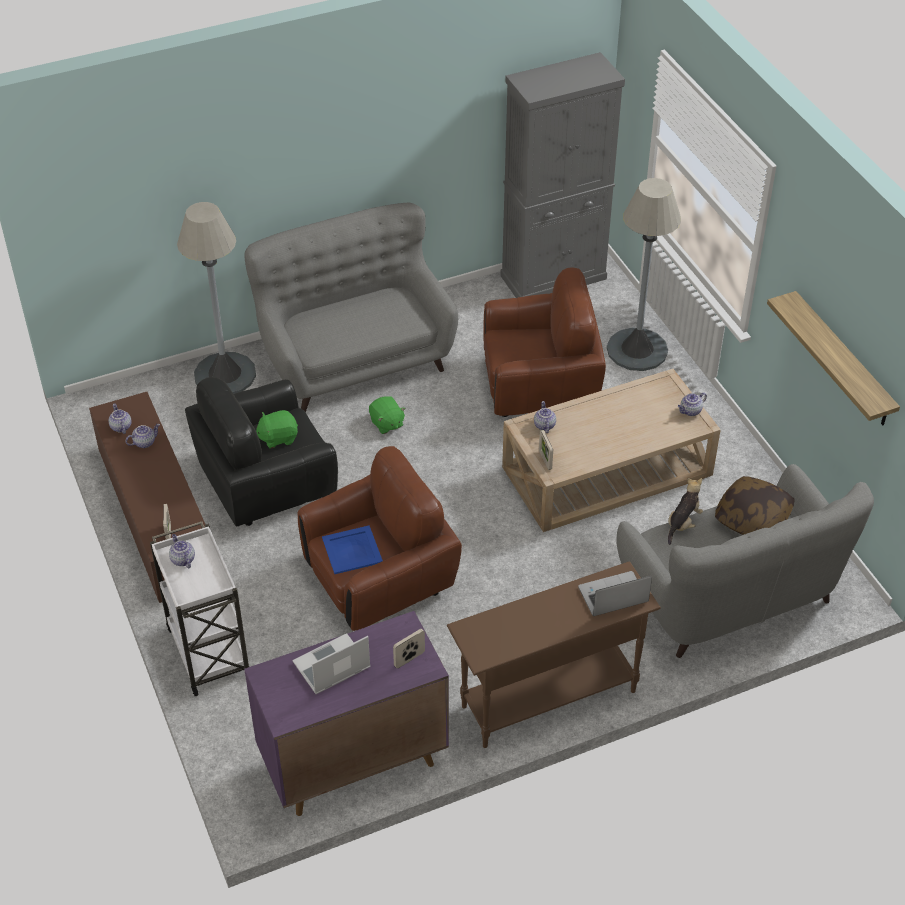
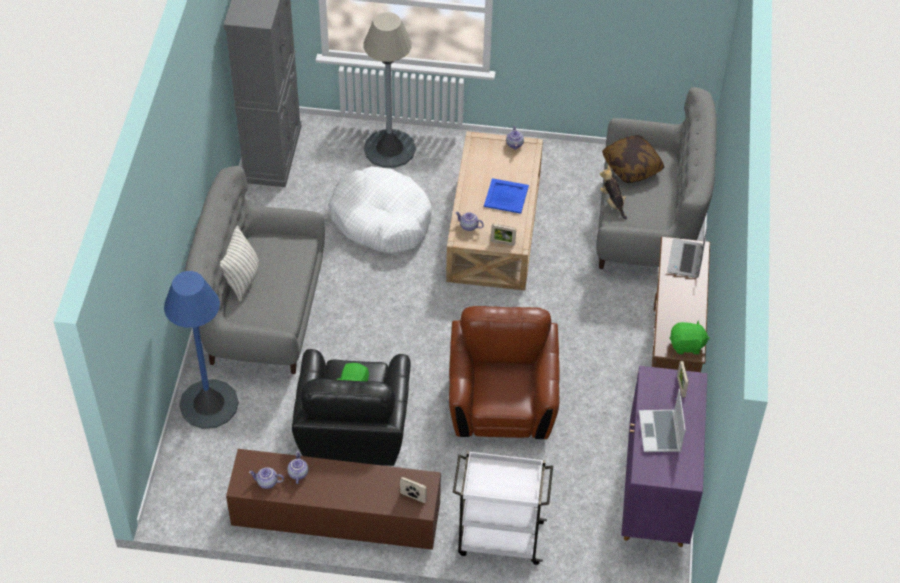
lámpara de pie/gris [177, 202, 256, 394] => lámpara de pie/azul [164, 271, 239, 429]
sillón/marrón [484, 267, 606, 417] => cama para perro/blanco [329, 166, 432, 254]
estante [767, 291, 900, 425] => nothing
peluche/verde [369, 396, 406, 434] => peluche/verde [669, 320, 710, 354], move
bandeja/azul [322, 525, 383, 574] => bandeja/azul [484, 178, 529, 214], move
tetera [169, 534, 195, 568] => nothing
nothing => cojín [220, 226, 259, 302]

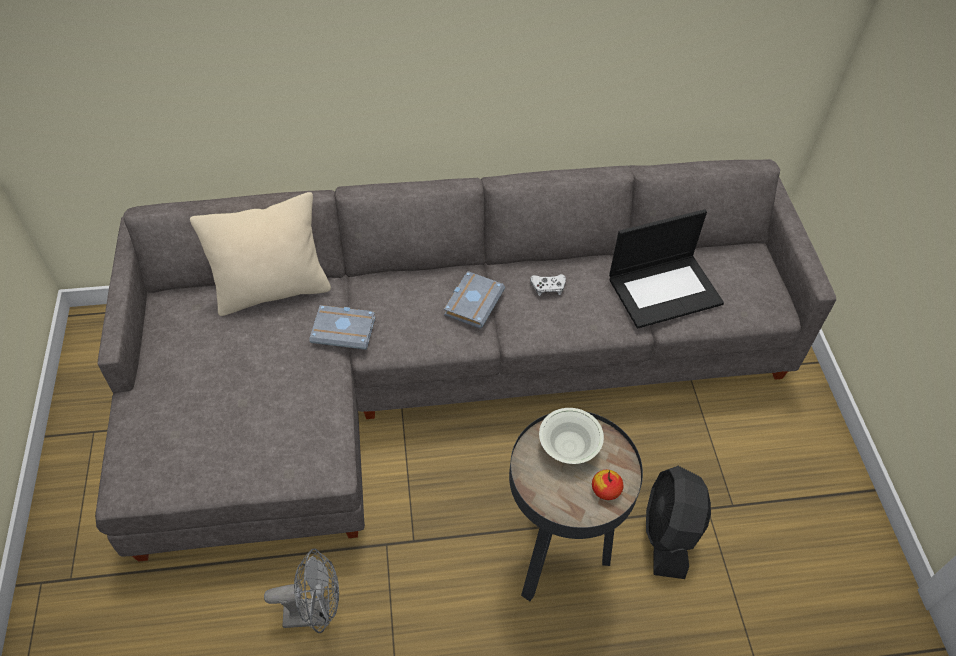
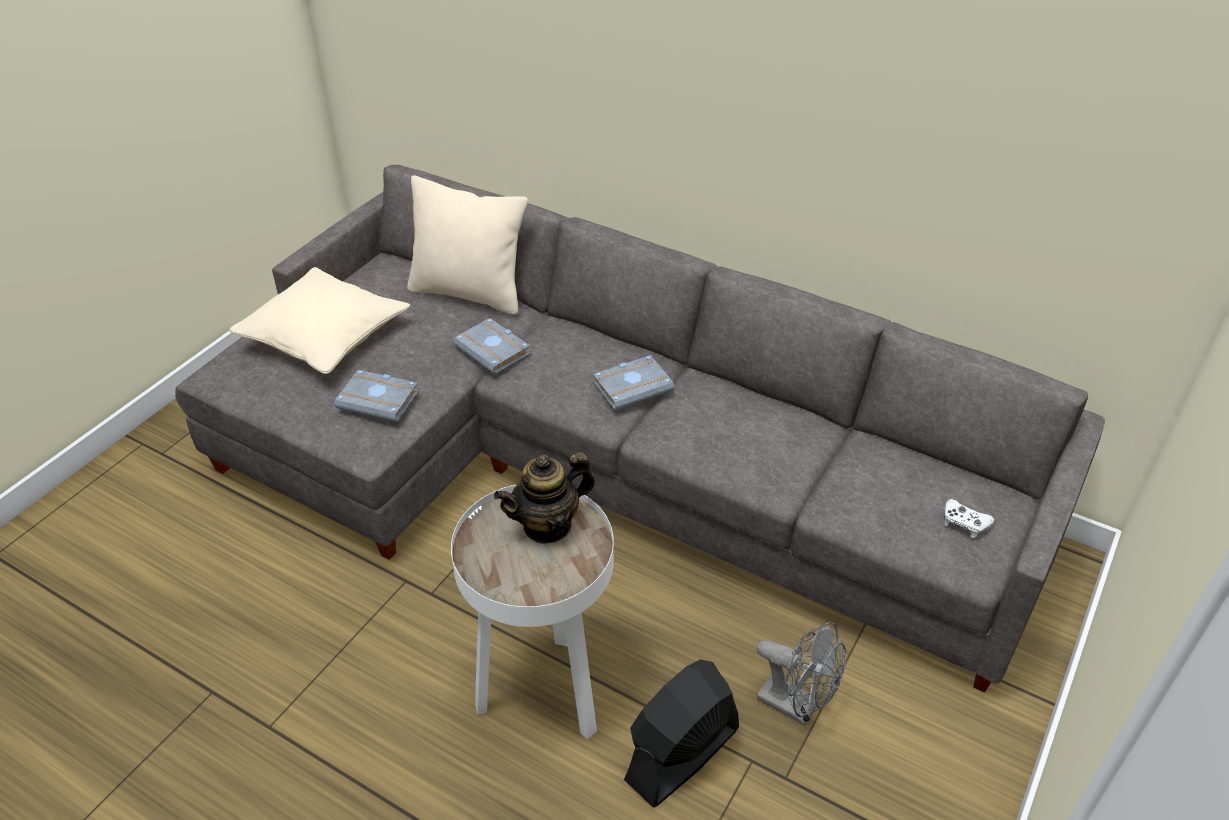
portátil [609, 209, 724, 329] => nothing
mando de consola/blanco [530, 274, 566, 296] => mando de consola/blanco [944, 499, 995, 538], move
cuenco/blanco [539, 408, 604, 464] => tetera [494, 452, 595, 544]
mesa auxiliar/negro [509, 412, 643, 601] => mesa auxiliar/blanco [451, 484, 614, 739]
manzana [592, 470, 623, 500] => nothing
ventilador/gris [264, 548, 339, 633] => ventilador/gris [757, 622, 846, 726], move
nothing => cojín/beis [230, 267, 410, 374]
nothing => libro/gris [334, 370, 419, 422]

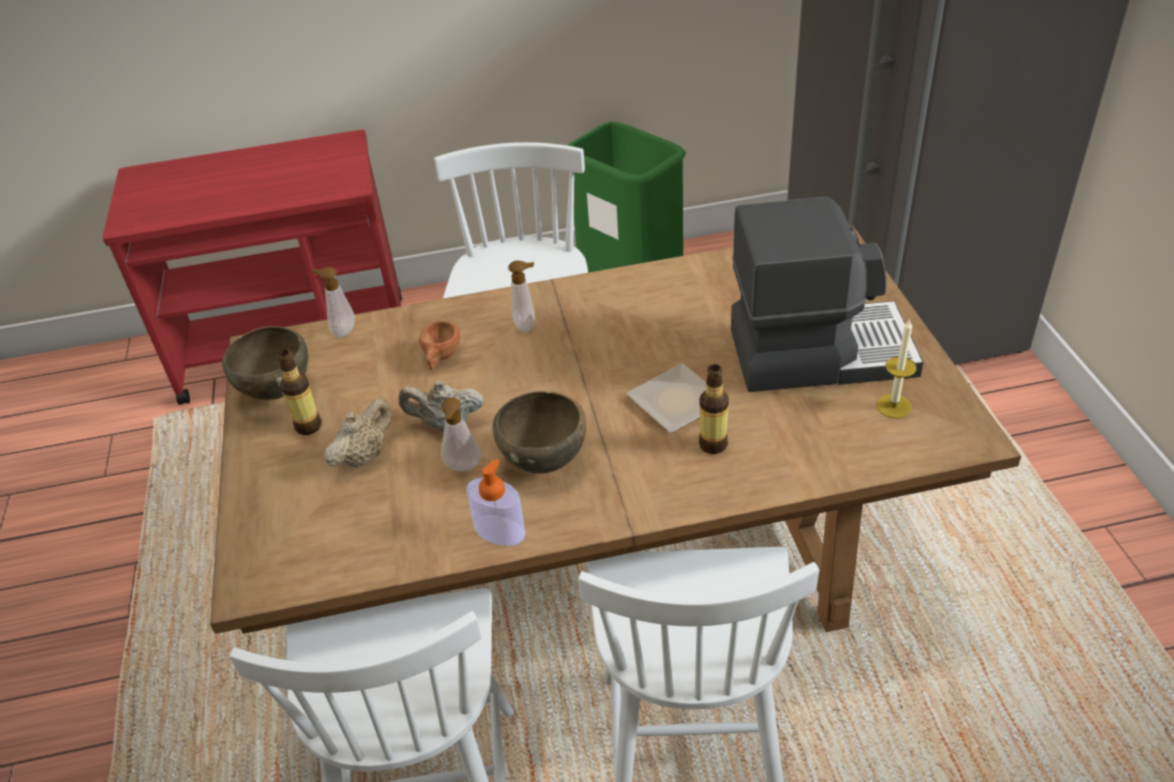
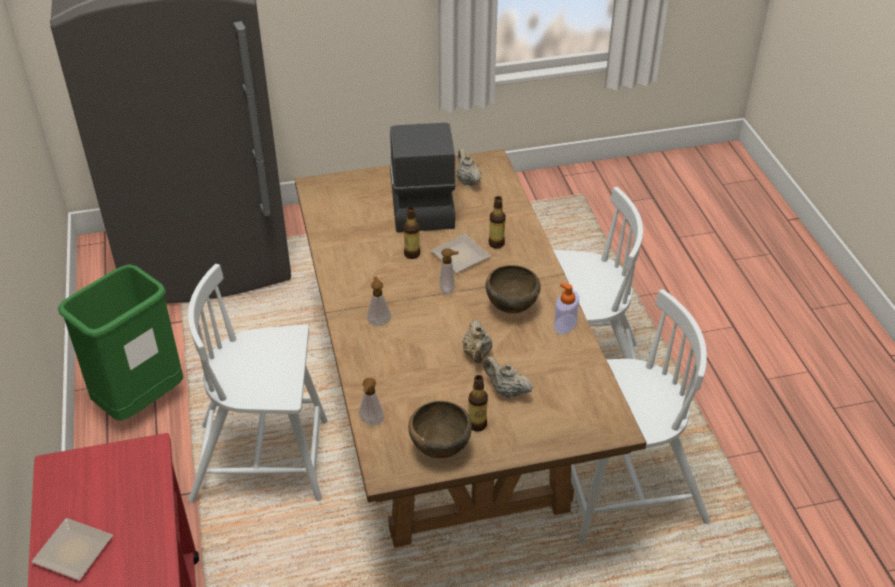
vela [876, 318, 917, 418] => tetera/beis [456, 148, 481, 186]
taza/marrón [419, 321, 460, 370] => nothing
dispensador de jabón [441, 397, 482, 471] => dispensador de jabón [439, 248, 459, 295], move
nothing => botella [403, 206, 420, 259]
nothing => plato [31, 518, 113, 580]

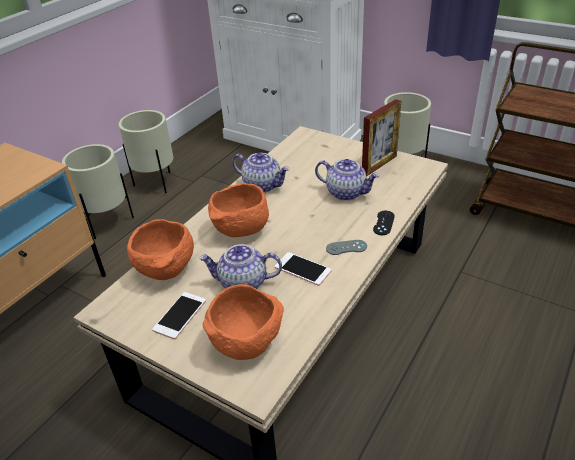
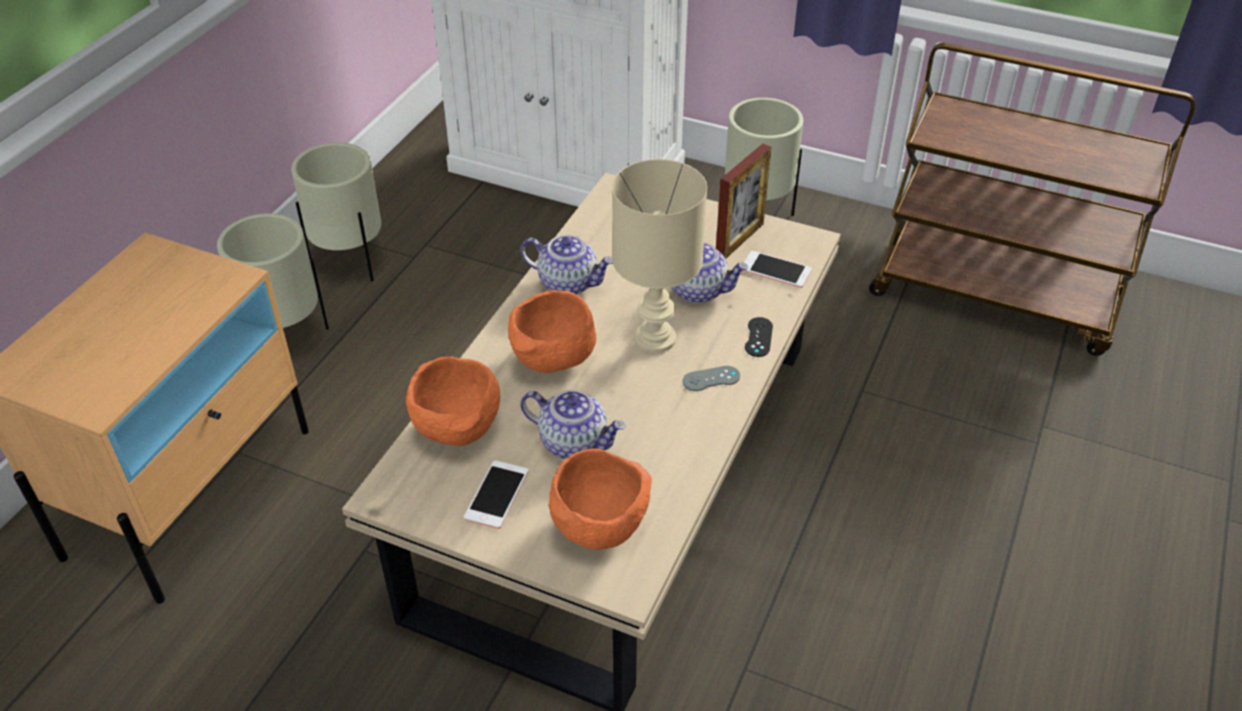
tetera [199, 244, 282, 289] => tetera [520, 390, 626, 459], 150 degrees counterclockwise
móvil [275, 252, 331, 286] => móvil [742, 251, 812, 288], move
nothing => lámpara de mesa/beis [612, 159, 707, 353]

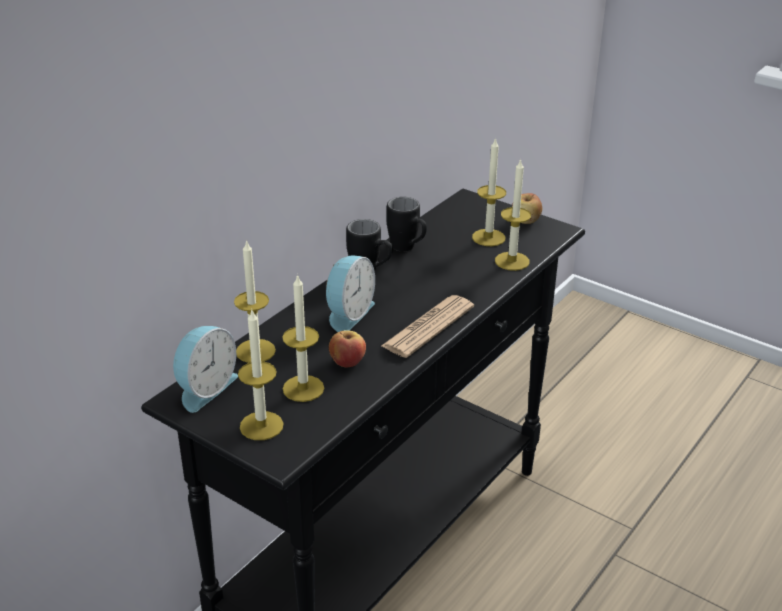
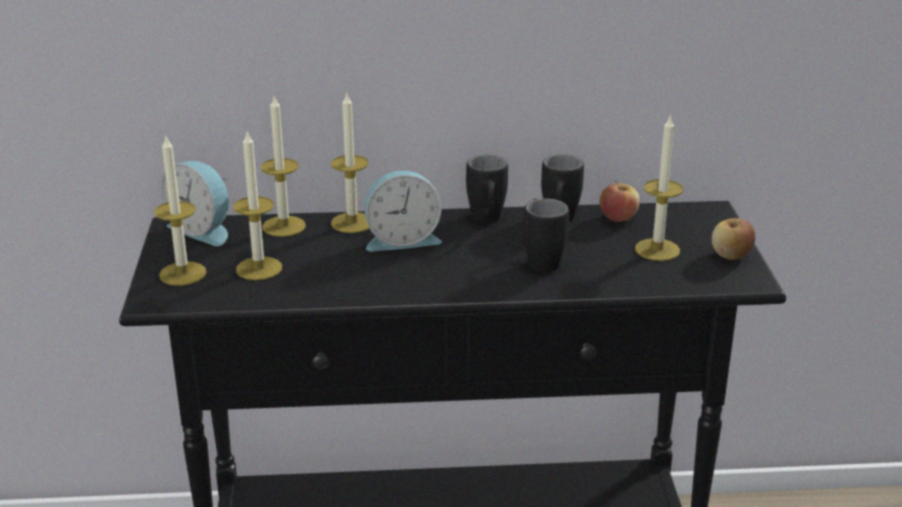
vela [495, 158, 531, 271] => vela [331, 91, 369, 233], move
periódico [381, 295, 474, 358] => nothing
despertador [173, 326, 238, 413] => despertador [162, 161, 229, 246], 45 degrees clockwise
manzana [329, 330, 366, 367] => manzana [599, 181, 640, 222], move
nothing => taza grande/negro [523, 198, 569, 272]

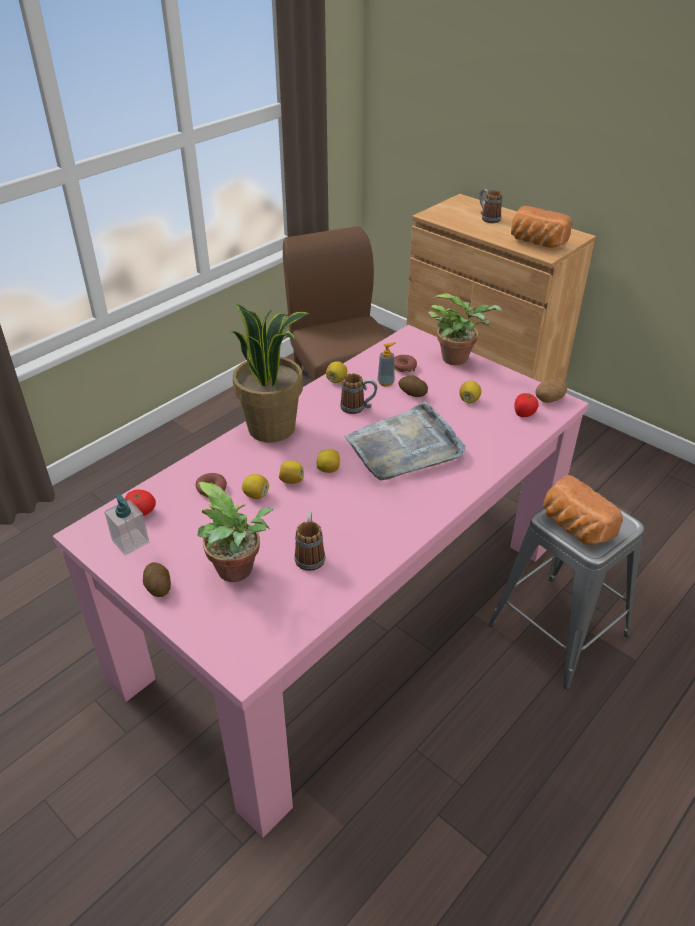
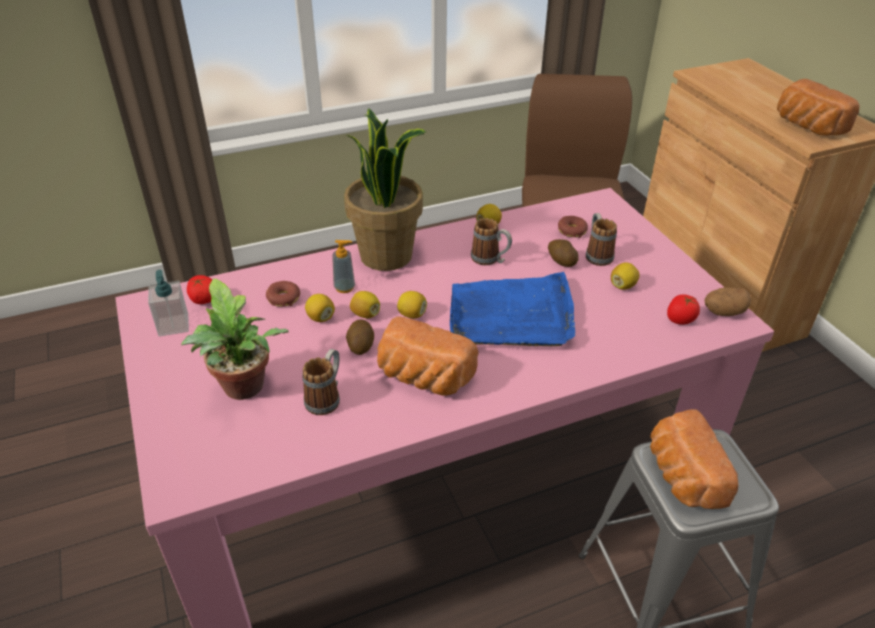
taza grande [479, 189, 502, 223] => taza grande [586, 213, 617, 266], move
planta en maceta [428, 293, 502, 365] => nothing
dispensador de jabón [378, 342, 396, 387] => dispensador de jabón [332, 240, 355, 293], move
bandeja/gris [344, 401, 466, 481] => bandeja/azul [450, 272, 575, 346]
patata [143, 562, 171, 597] => patata [346, 319, 374, 355], move
nothing => pan [377, 317, 479, 396]

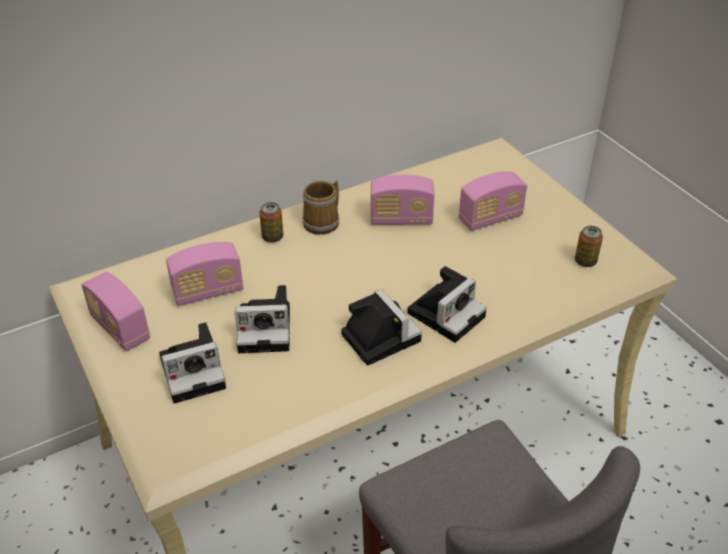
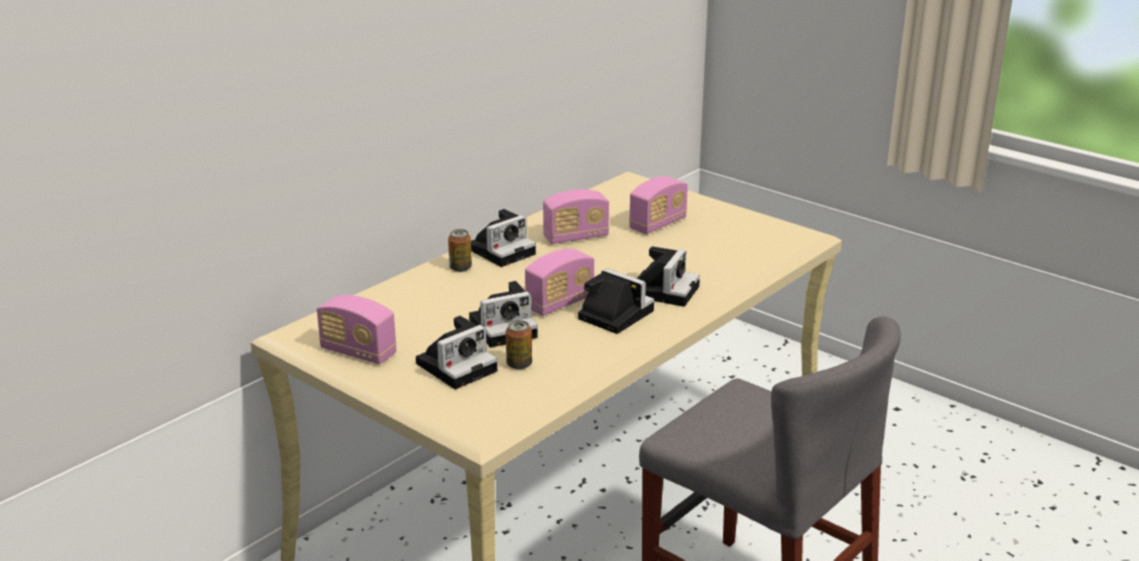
taza grande [302, 178, 339, 235] => cámara [471, 209, 536, 267]
lata [575, 226, 603, 267] => lata [506, 320, 532, 370], move
radio [166, 242, 243, 306] => radio [525, 249, 594, 316], move

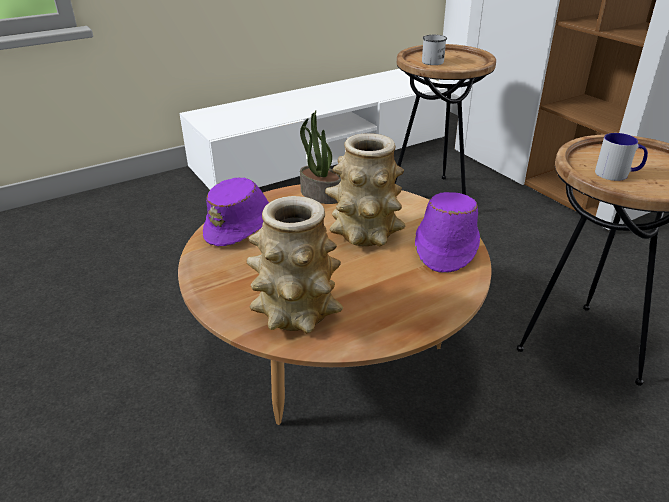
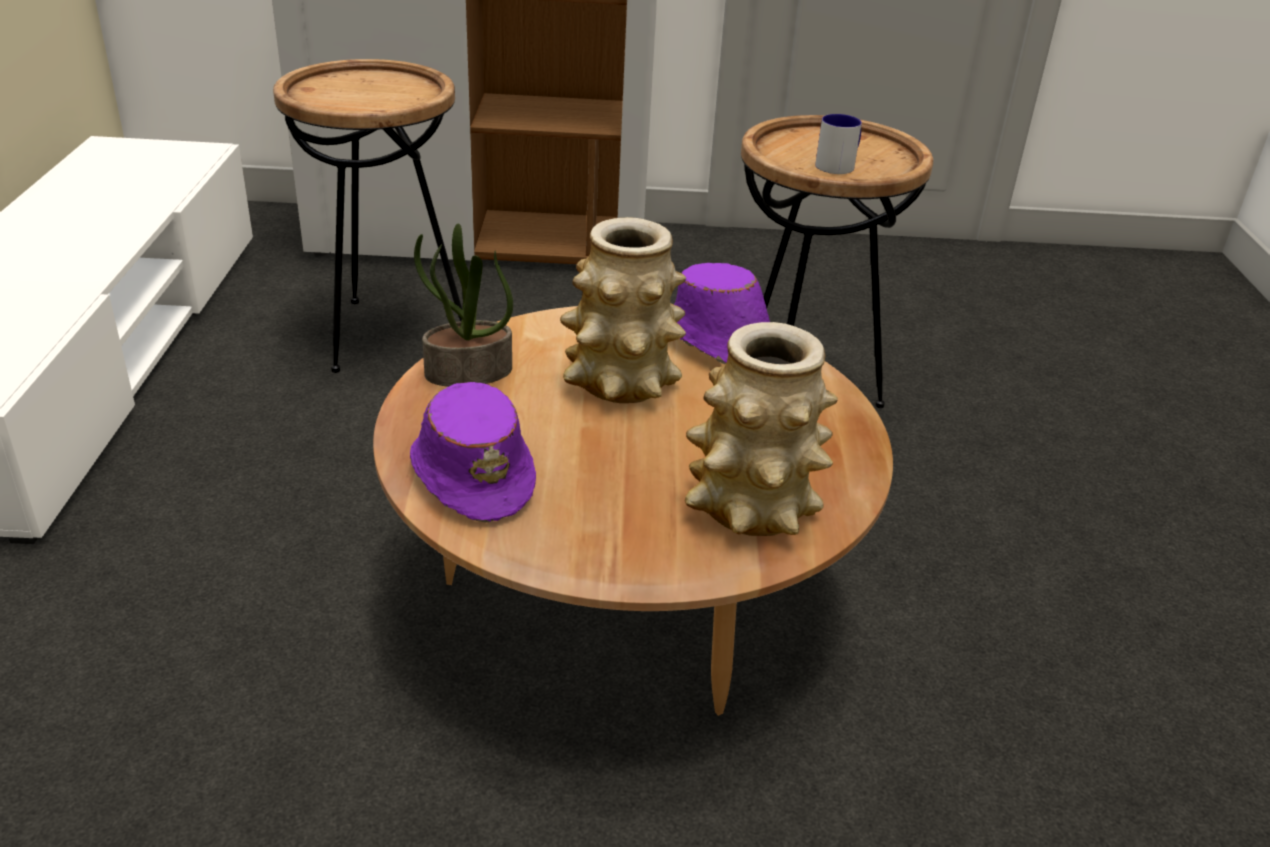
taza grande/blanco [422, 35, 447, 65] => nothing

